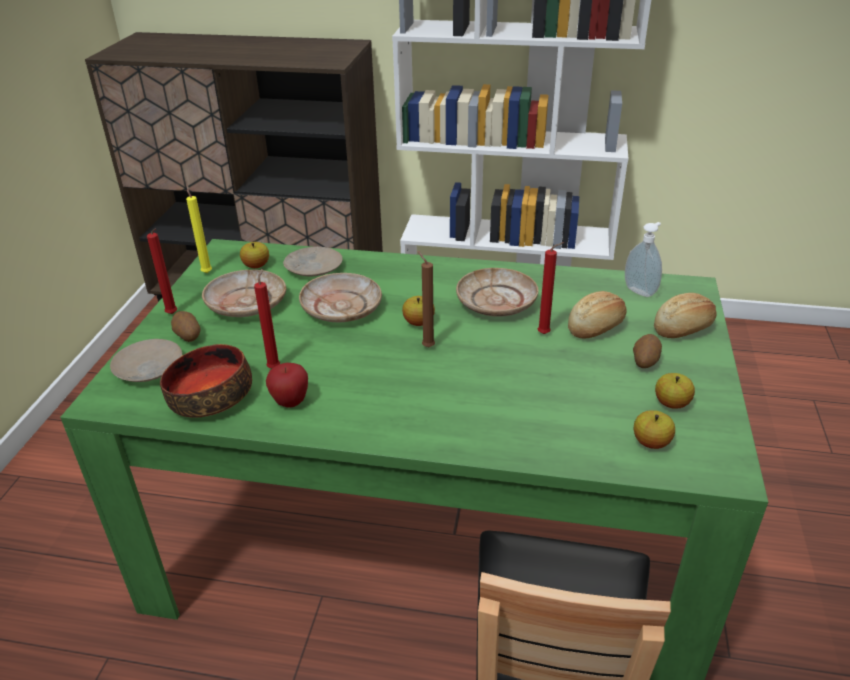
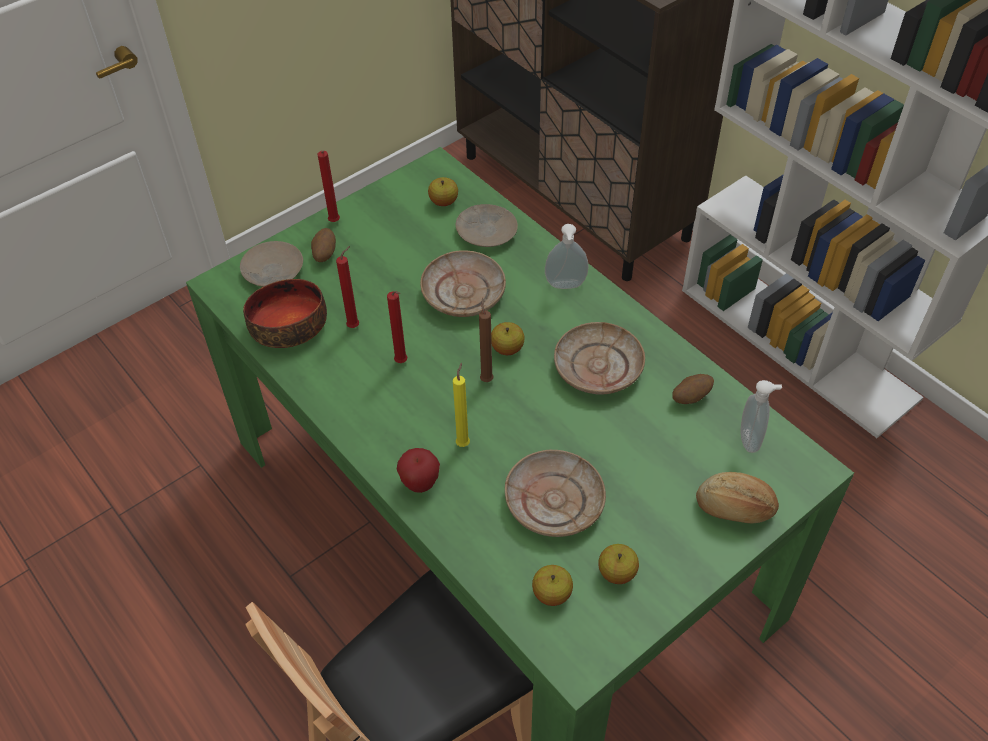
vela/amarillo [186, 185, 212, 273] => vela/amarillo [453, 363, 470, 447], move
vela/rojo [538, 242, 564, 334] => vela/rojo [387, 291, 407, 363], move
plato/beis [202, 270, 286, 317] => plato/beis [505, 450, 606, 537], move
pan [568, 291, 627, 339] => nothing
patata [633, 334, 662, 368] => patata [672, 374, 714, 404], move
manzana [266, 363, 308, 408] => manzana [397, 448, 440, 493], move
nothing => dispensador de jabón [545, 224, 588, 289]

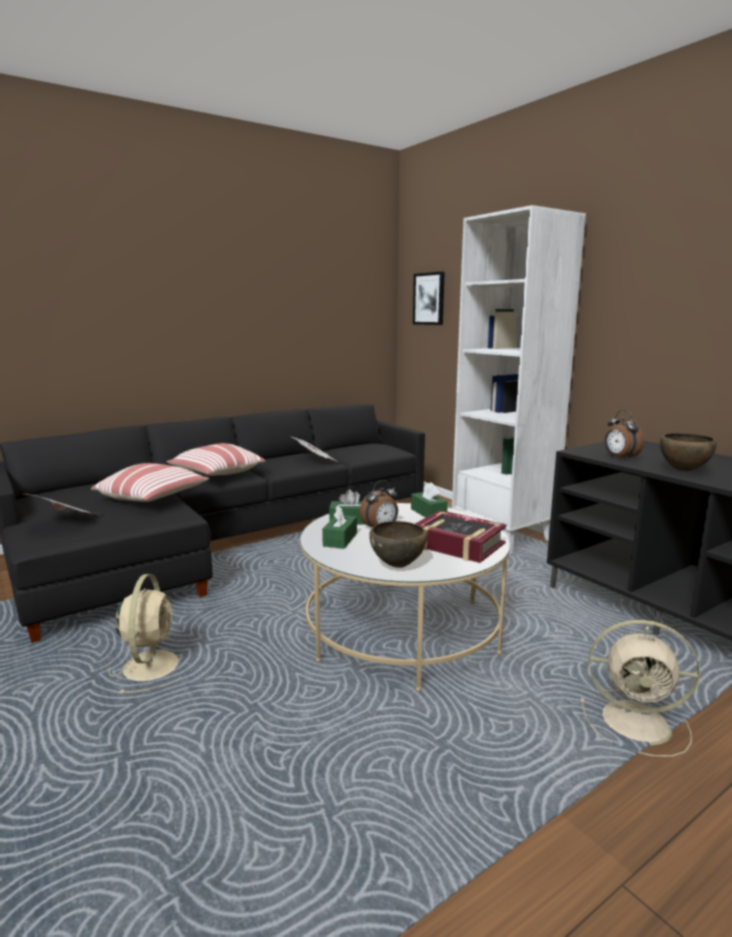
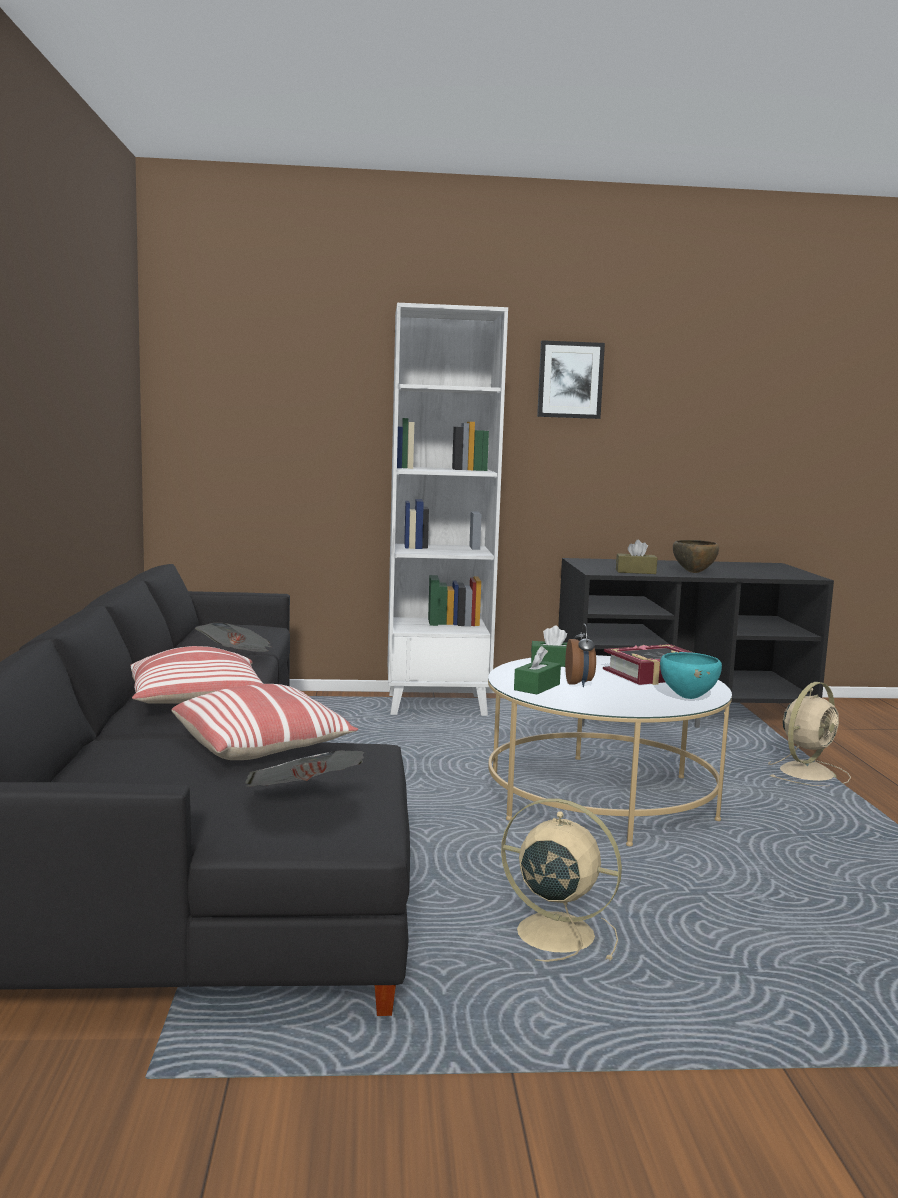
cuadro [413, 272, 445, 325] => cuadro [537, 340, 605, 419], move
despertador [604, 410, 644, 460] => caja de pañuelos/marrón [616, 540, 657, 574]
caja de pañuelos/verde [322, 505, 357, 549] => nothing
cuenco/marrón [369, 521, 427, 568] => cuenco/turquesa [660, 652, 722, 699]

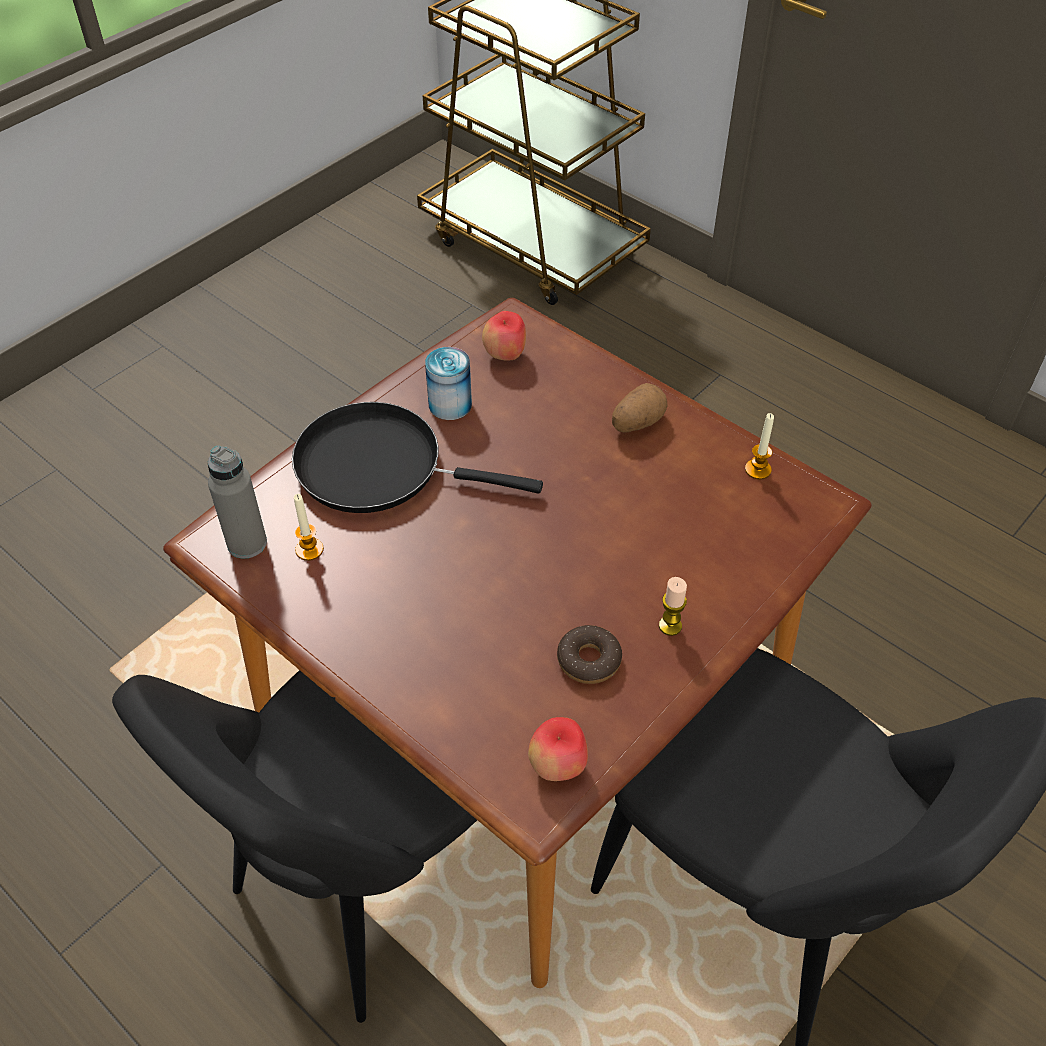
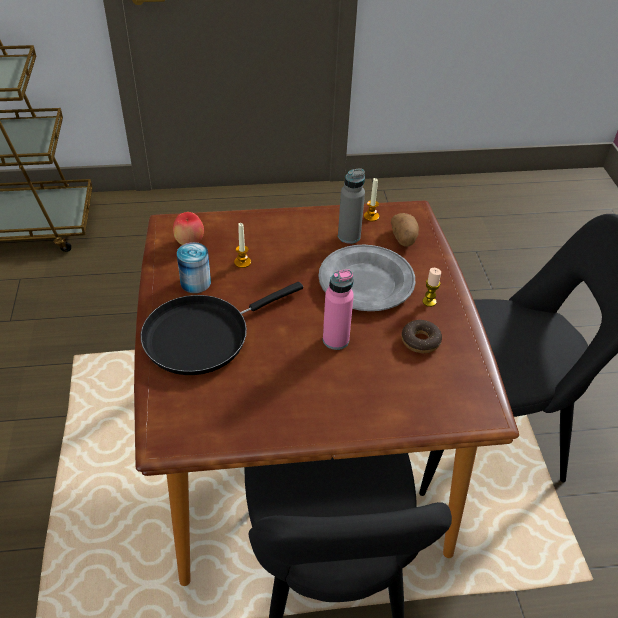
patata [612, 383, 668, 432] => patata [391, 213, 419, 247], move
botella/gris [208, 445, 267, 559] => botella/gris [338, 168, 365, 244], move
vela [294, 494, 324, 561] => vela [234, 223, 251, 268], move
manzana [528, 717, 588, 781] => nothing
nothing => plato/gris [318, 245, 415, 311]
nothing => botella/rosa [323, 269, 354, 350]

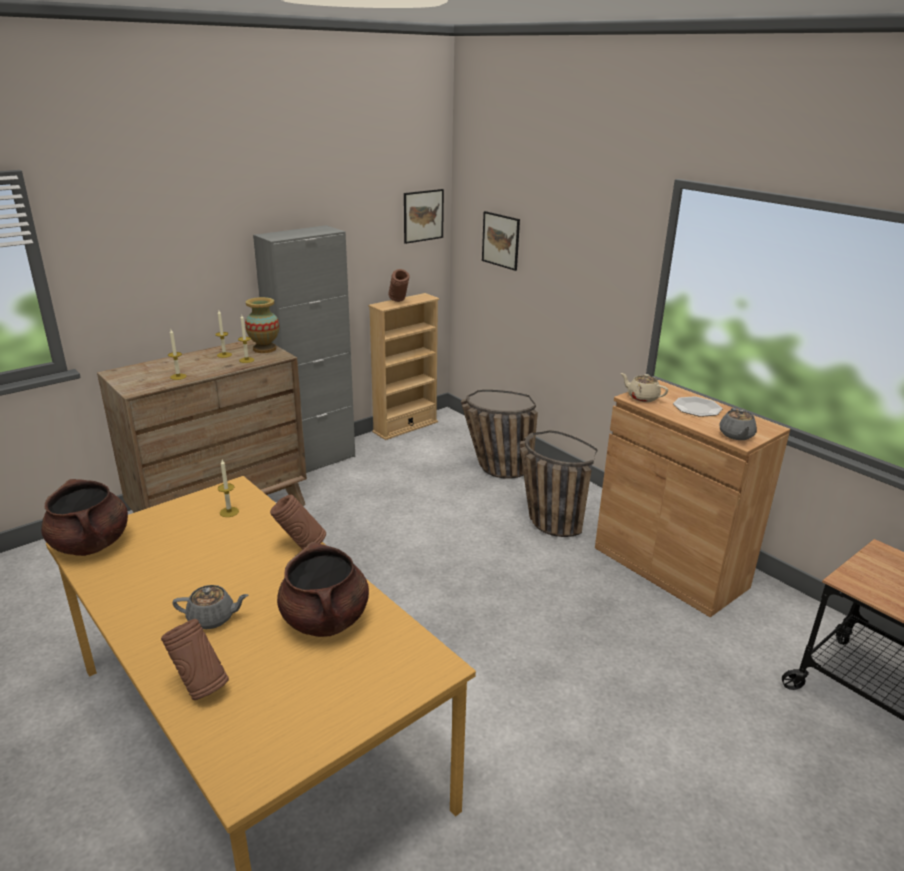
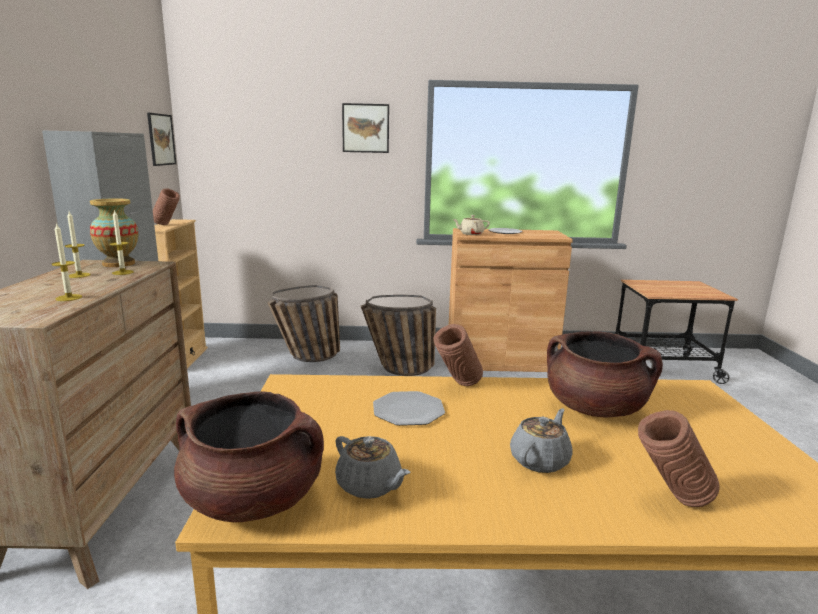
cuadro [482, 211, 520, 271] => cuadro [342, 103, 389, 153], move
tetera/gris [719, 408, 757, 440] => tetera/gris [335, 436, 410, 499], move
vela [218, 460, 239, 517] => nothing
nothing => plato [373, 391, 445, 426]

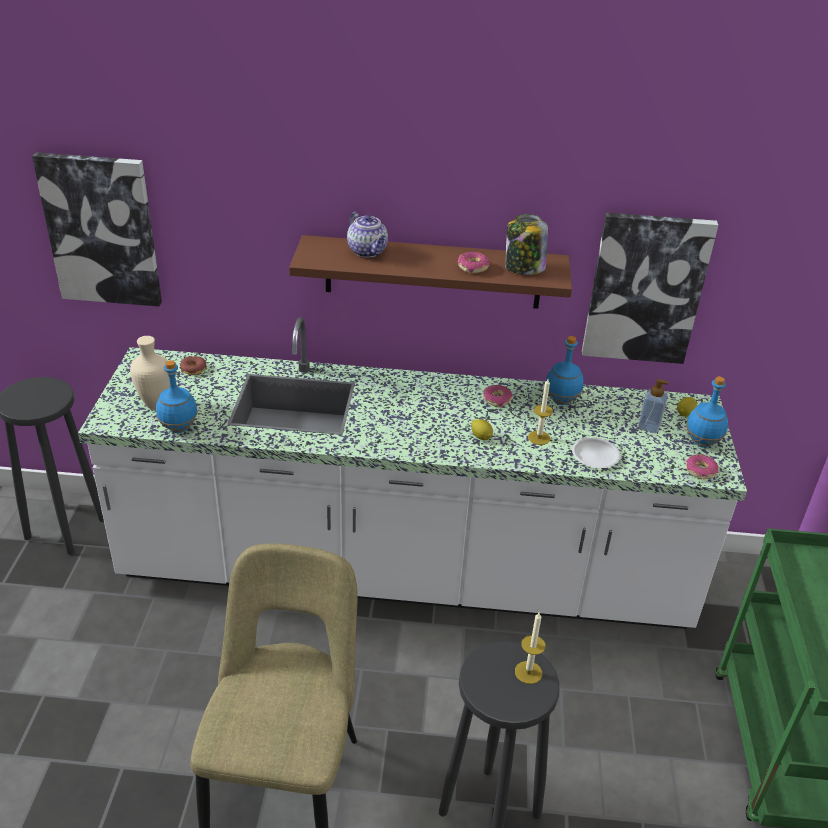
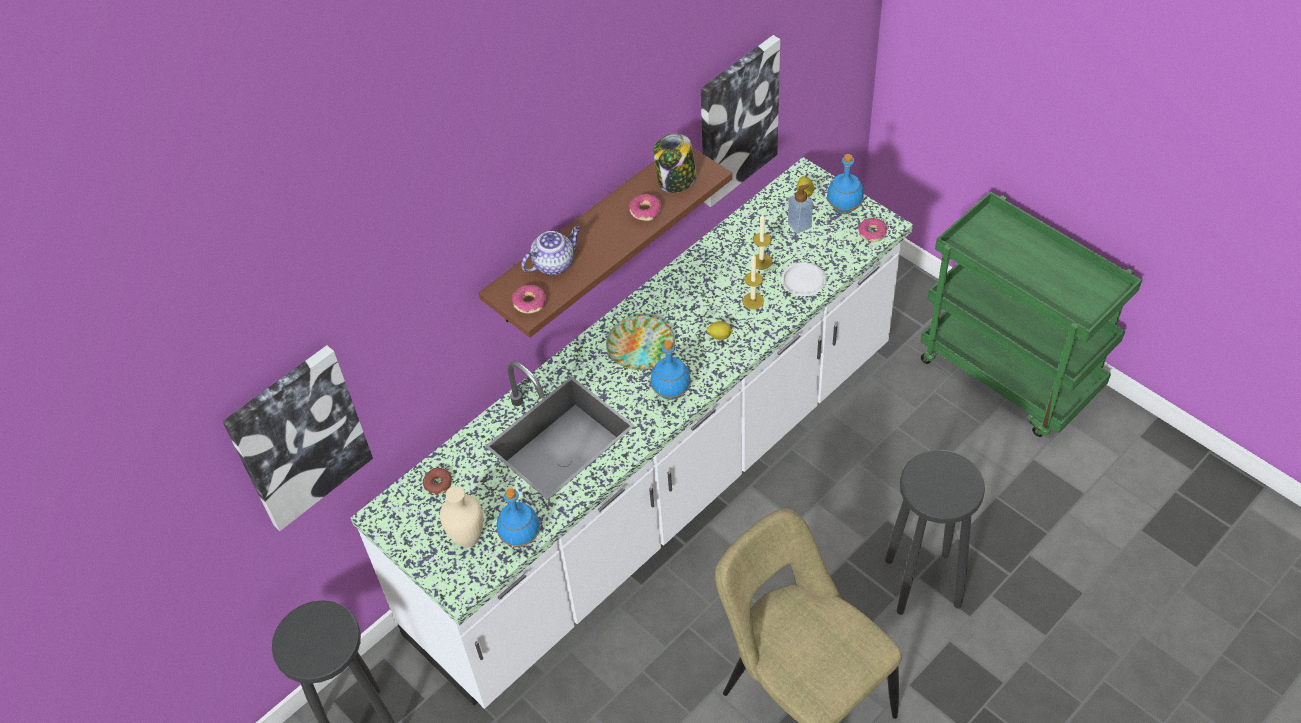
tetera [347, 212, 388, 257] => tetera [521, 226, 580, 275], 45 degrees counterclockwise
botella/azul [546, 336, 584, 405] => botella/azul [651, 340, 691, 400], move
rosquilla [483, 385, 513, 407] => rosquilla [512, 285, 546, 313], move
vela [515, 613, 546, 684] => vela [753, 214, 772, 270], move
nothing => plato [606, 316, 675, 370]

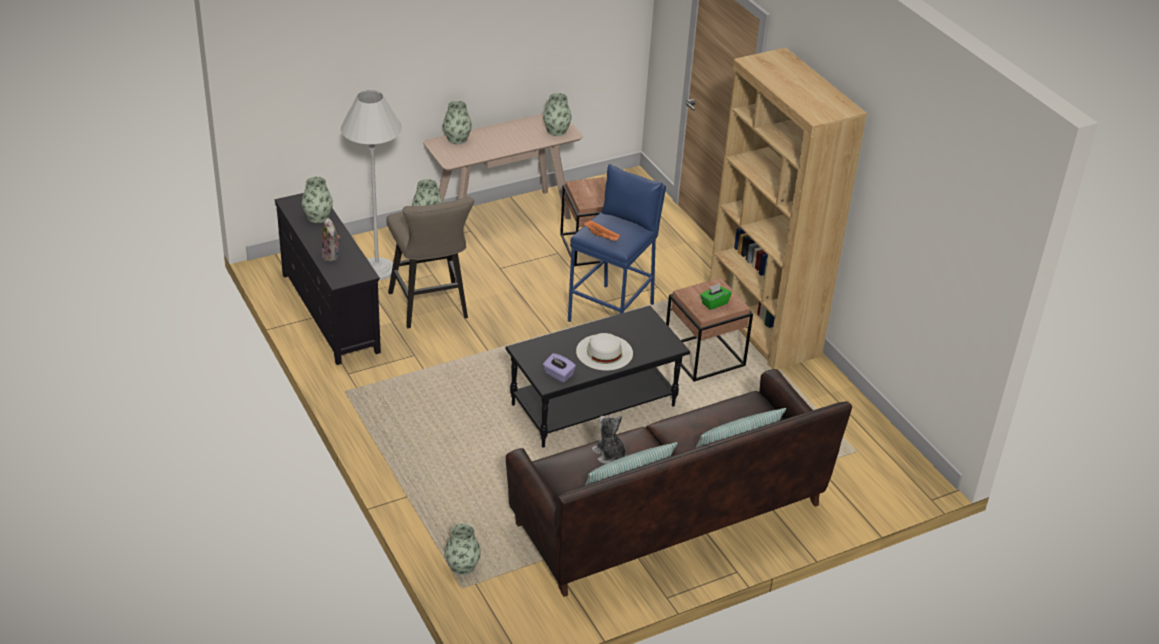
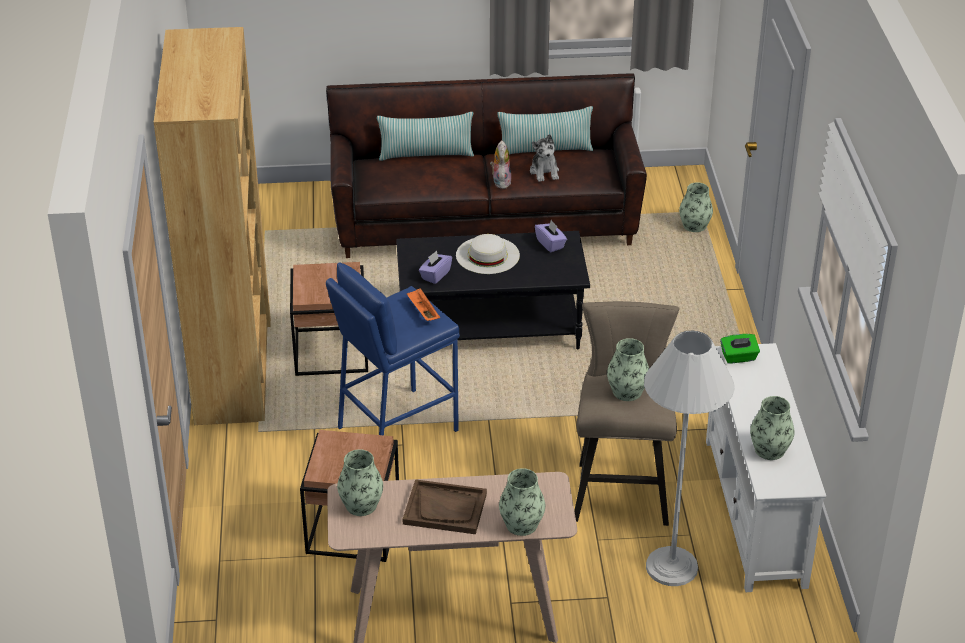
mueble de televisión/negro [274, 193, 381, 365] => mueble de televisión/blanco [706, 343, 826, 592]
peluche [321, 218, 340, 261] => peluche [490, 140, 511, 189], move
caja de pañuelos/verde [700, 283, 732, 310] => caja de pañuelos/verde [720, 334, 760, 364], move
nothing => caja de pañuelos/morado [419, 250, 452, 284]
nothing => bandeja/marrón [403, 479, 487, 534]

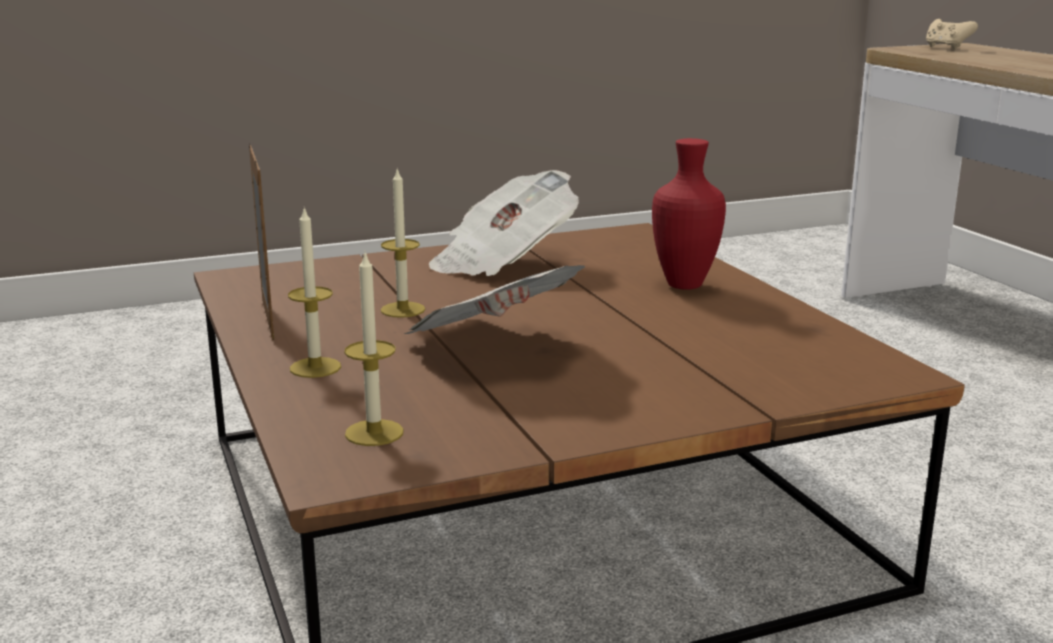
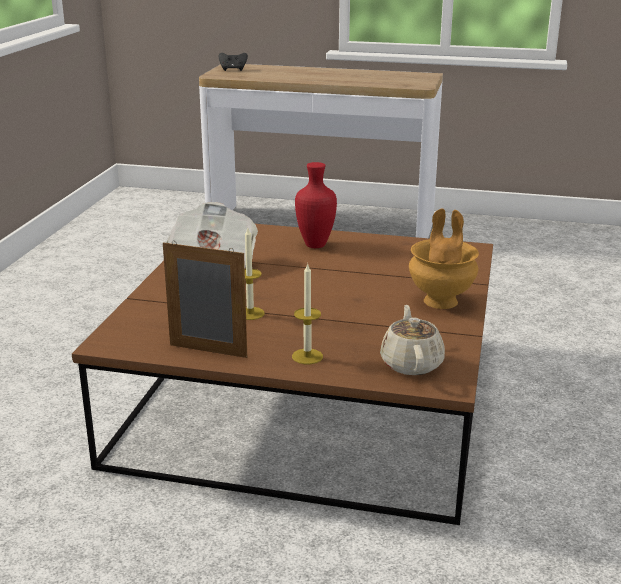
mando de consola/beis [926, 19, 978, 50] => mando de consola/negro [219, 53, 248, 71]
vela [344, 253, 404, 446] => tetera/beis [380, 305, 445, 375]
periódico [404, 265, 585, 334] => nothing
nothing => florero/marrón [409, 208, 479, 309]

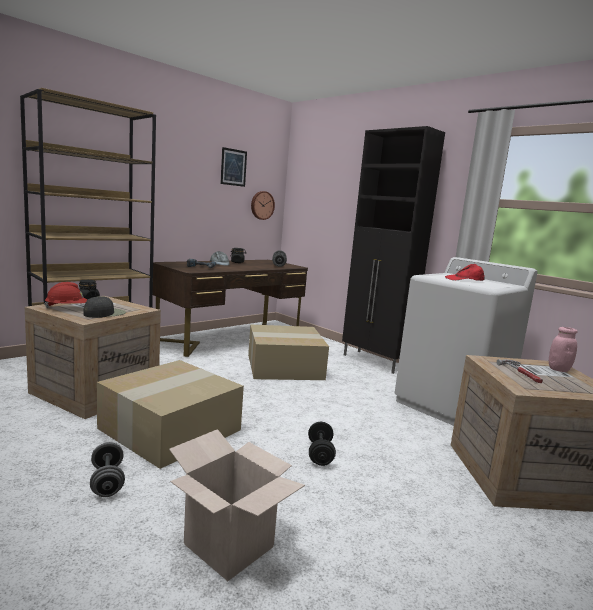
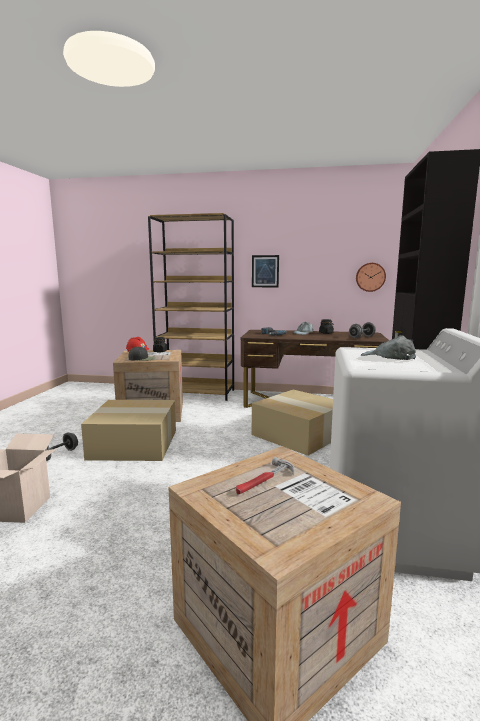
cuadro [220, 147, 247, 187] => cuadro [252, 255, 279, 287], move
gorra/rojo [445, 264, 485, 281] => gorra/gris [361, 335, 416, 360]
tarro/rosa [549, 327, 578, 372] => nothing
mancuerna/negro [308, 422, 336, 466] => nothing

